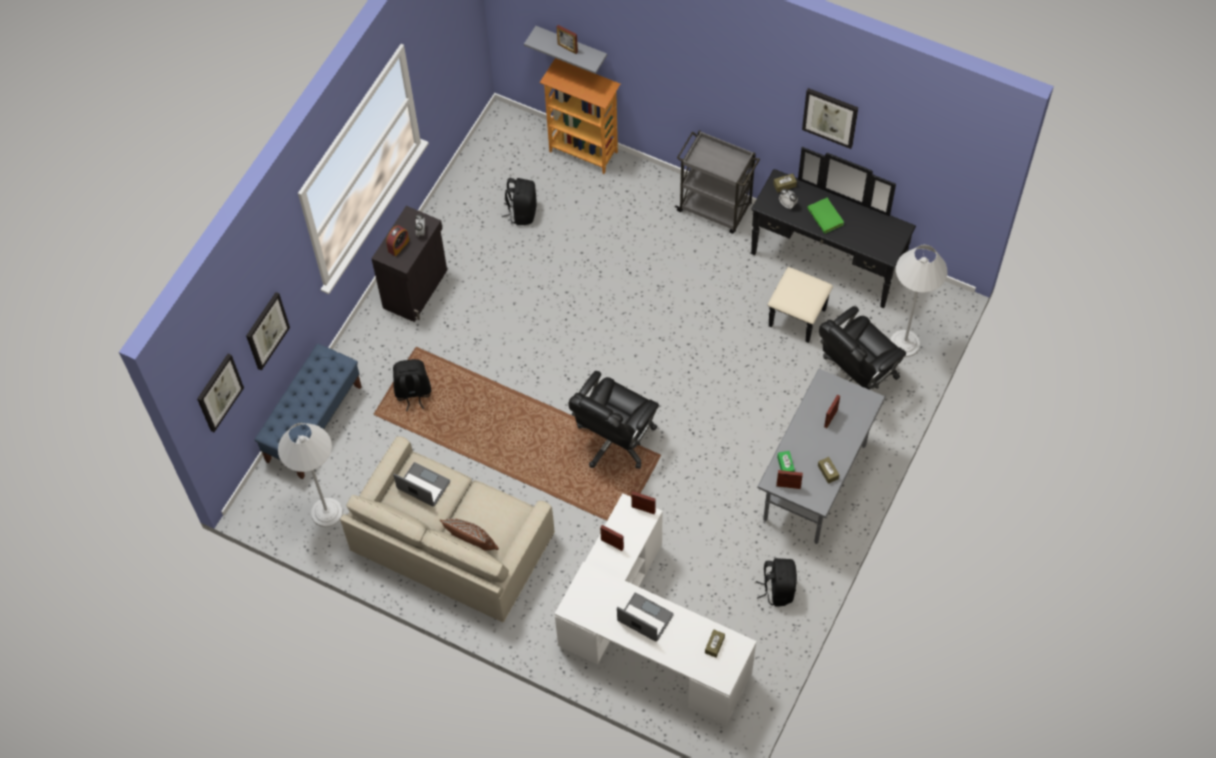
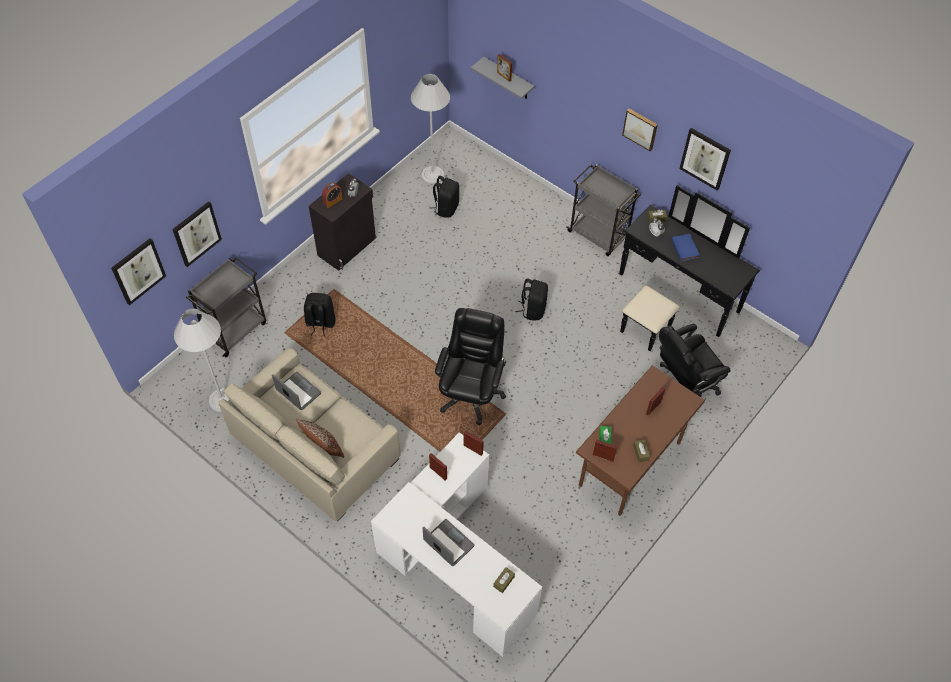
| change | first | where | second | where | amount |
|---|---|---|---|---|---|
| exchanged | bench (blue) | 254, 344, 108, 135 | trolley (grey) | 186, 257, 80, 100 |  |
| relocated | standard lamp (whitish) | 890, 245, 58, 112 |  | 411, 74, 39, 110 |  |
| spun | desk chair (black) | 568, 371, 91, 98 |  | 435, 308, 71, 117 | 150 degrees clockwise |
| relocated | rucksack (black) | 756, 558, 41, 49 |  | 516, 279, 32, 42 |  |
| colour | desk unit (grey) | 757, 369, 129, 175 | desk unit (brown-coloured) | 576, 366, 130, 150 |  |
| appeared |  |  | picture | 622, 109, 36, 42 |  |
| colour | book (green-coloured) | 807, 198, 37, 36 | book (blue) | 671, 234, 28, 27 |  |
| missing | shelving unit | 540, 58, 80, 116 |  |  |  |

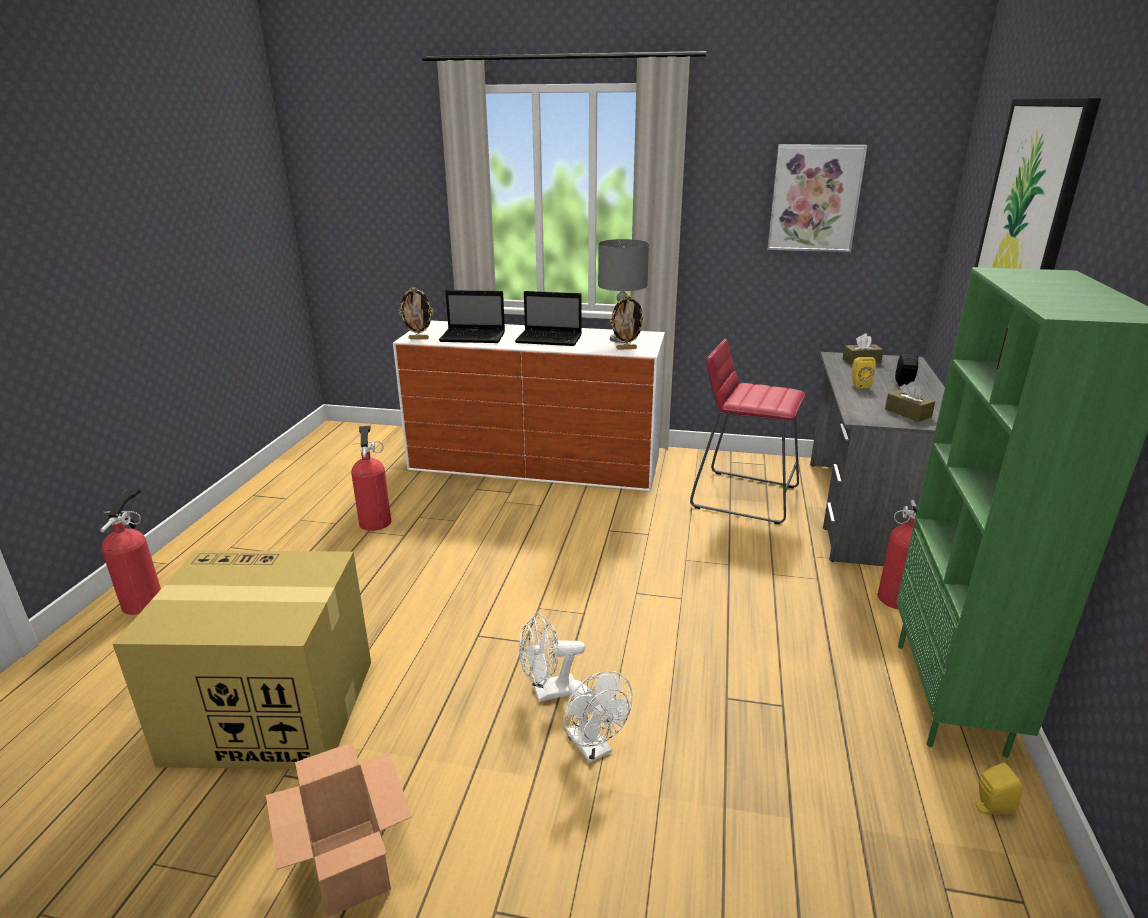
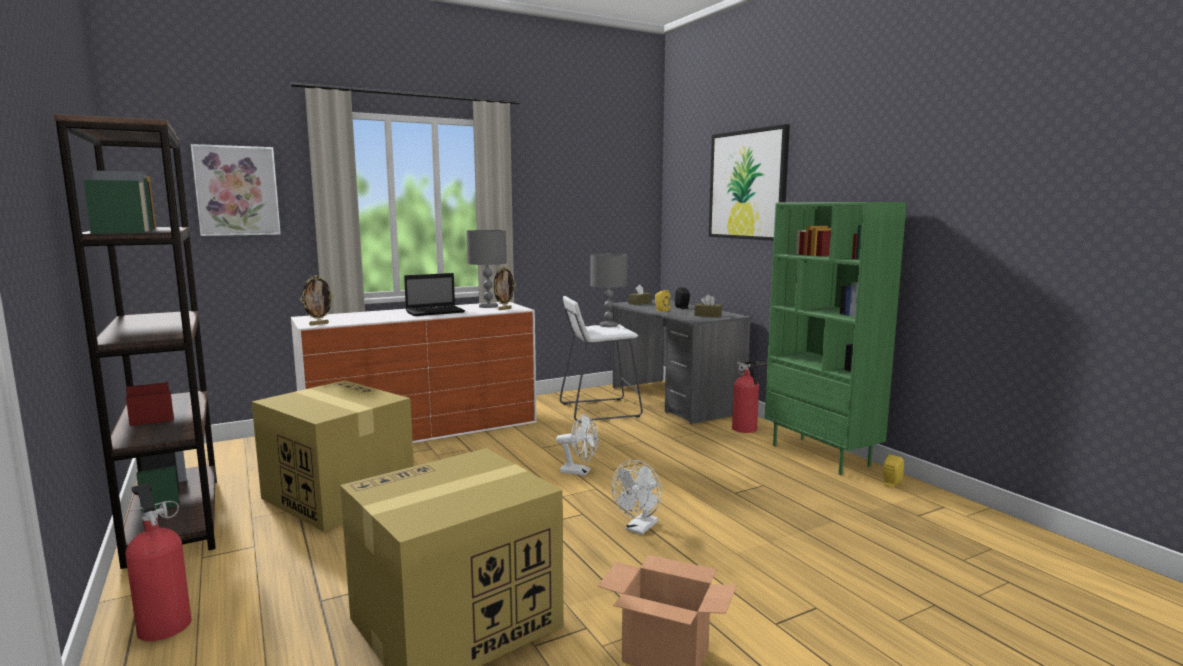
| change | first | where | second | where | amount |
|---|---|---|---|---|---|
| appeared |  |  | shelving unit (brown-coloured) | 54, 114, 163, 455 |  |
| relocated | picture | 767, 144, 100, 108 |  | 191, 144, 90, 92 |  |
| exchanged | fire extinguisher | 351, 426, 40, 105 | packing box | 252, 380, 162, 152 |  |
| relocated | electric fan (whitish) | 563, 671, 69, 92 |  | 556, 414, 42, 62 |  |
| colour | stool seat (red) | 690, 339, 115, 186 | stool seat (whitish) | 560, 296, 83, 127 |  |
| appeared |  |  | table lamp (grey) | 590, 253, 37, 74 |  |
| missing | laptop | 439, 290, 66, 53 |  |  |  |

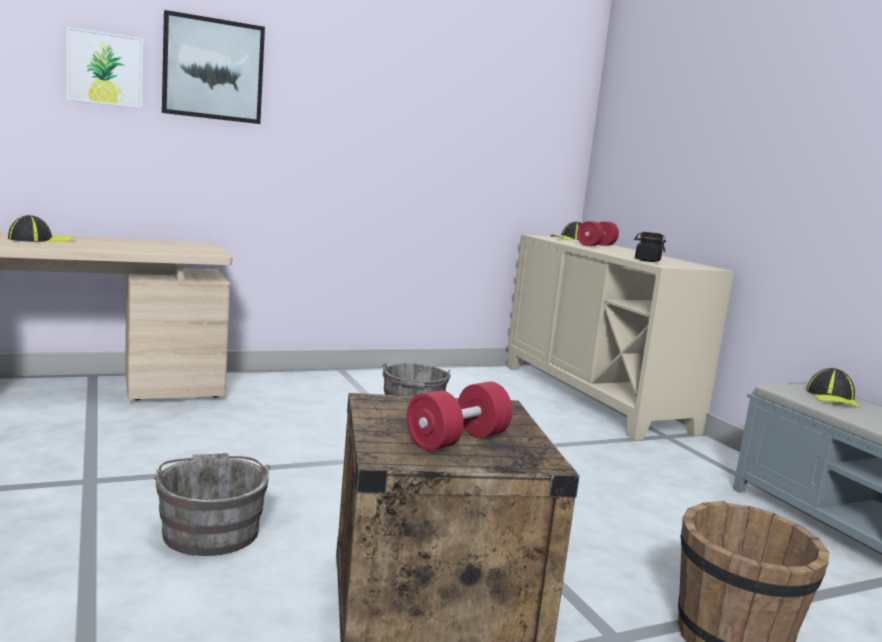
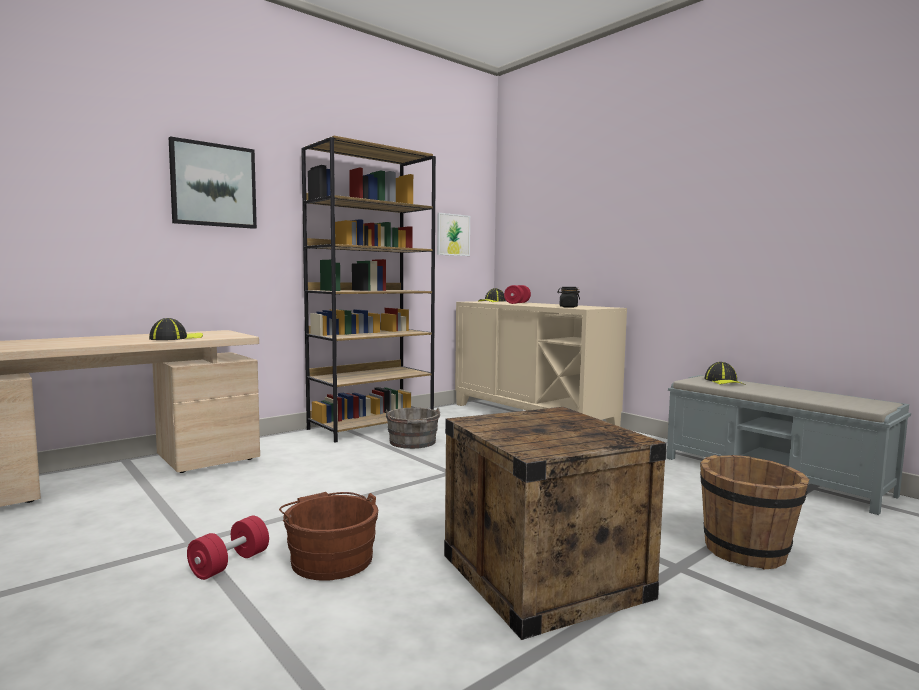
| change | first | where | second | where | amount |
|---|---|---|---|---|---|
| relocated | baseball cap | 8, 215, 66, 27 |  | 149, 318, 54, 22 |  |
| relocated | hand weight (red) | 407, 381, 105, 70 |  | 187, 516, 82, 64 |  |
| colour | bucket (grey) | 154, 453, 116, 103 | bucket (brown-coloured) | 279, 492, 99, 89 |  |
| appeared |  |  | shelving unit (brown-coloured) | 301, 136, 135, 306 |  |
| relocated | picture | 67, 27, 76, 82 |  | 437, 213, 33, 43 |  |

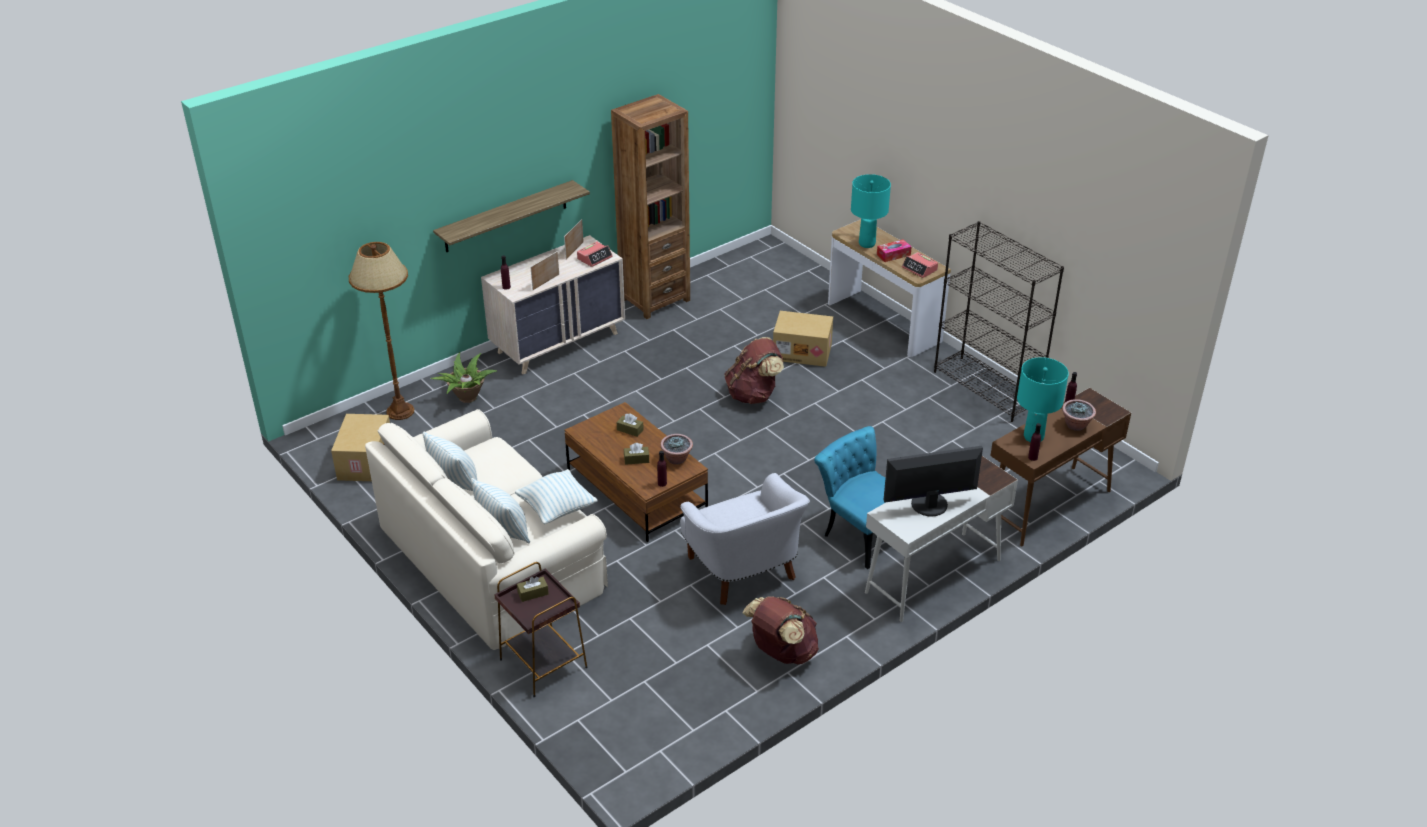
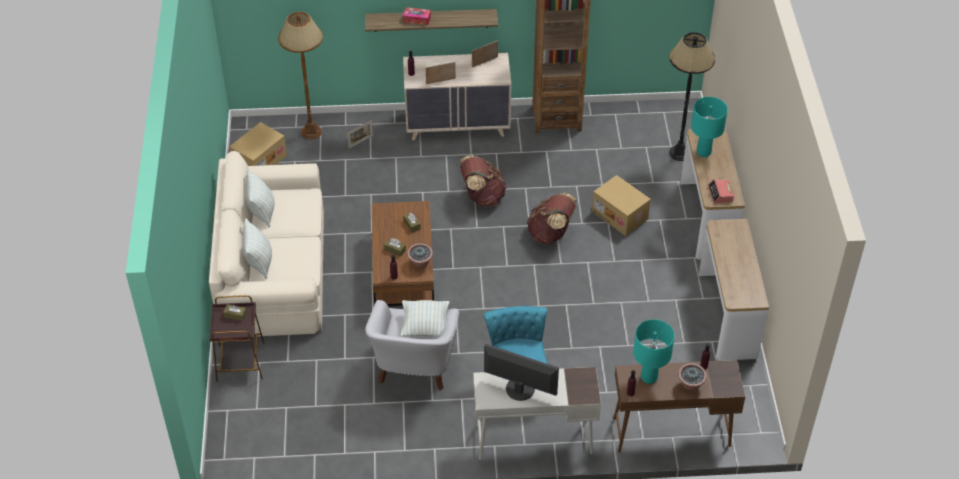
| change | first | where | second | where | amount |
|---|---|---|---|---|---|
| exchanged | houseplant | 430, 352, 67, 51 | standing frame | 347, 120, 26, 28 |  |
| relocated | throw pillow | 515, 469, 83, 55 |  | 401, 300, 49, 37 |  |
| relocated | tissue holder | 877, 239, 35, 23 |  | 403, 7, 28, 18 |  |
| relocated | rucksack (brown-coloured) | 742, 596, 77, 68 |  | 460, 155, 46, 52 |  |
| appeared |  |  | standard lamp (black) | 669, 32, 46, 129 |  |
| exchanged | shelving unit (black) | 934, 221, 130, 201 | narrow table | 699, 219, 70, 142 |  |
| missing | table clock | 577, 242, 36, 25 |  |  |  |

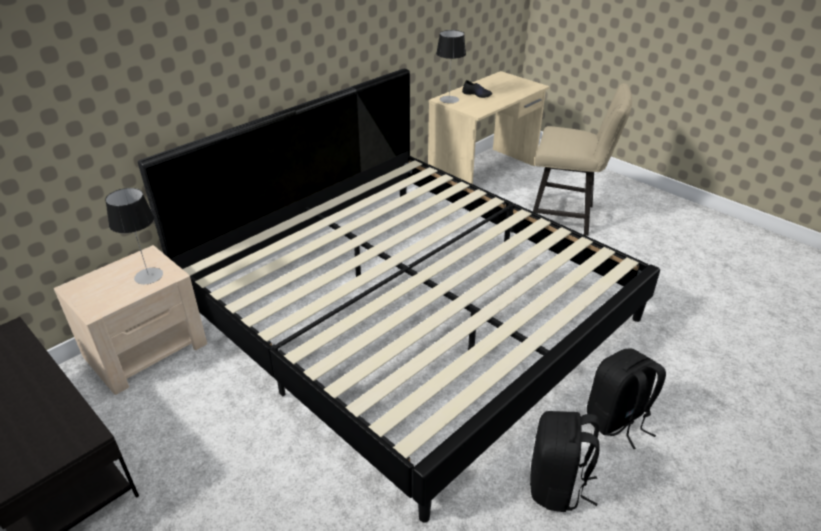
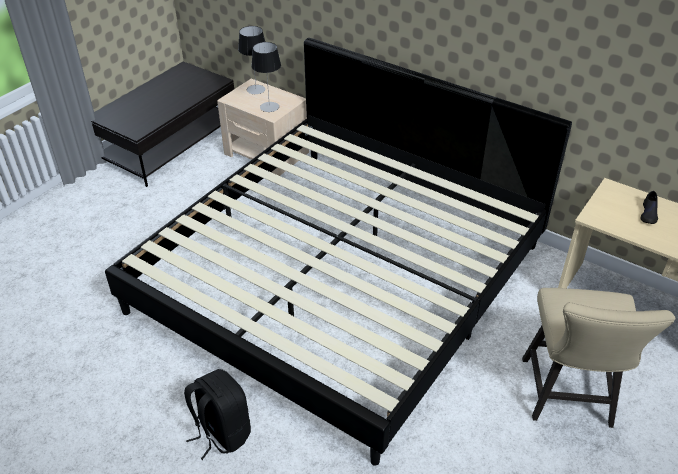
| change | first | where | second | where | amount |
|---|---|---|---|---|---|
| relocated | table lamp | 436, 30, 30, 73 |  | 238, 26, 27, 68 |  |
| missing | rucksack (black) | 530, 411, 70, 101 |  |  |  |

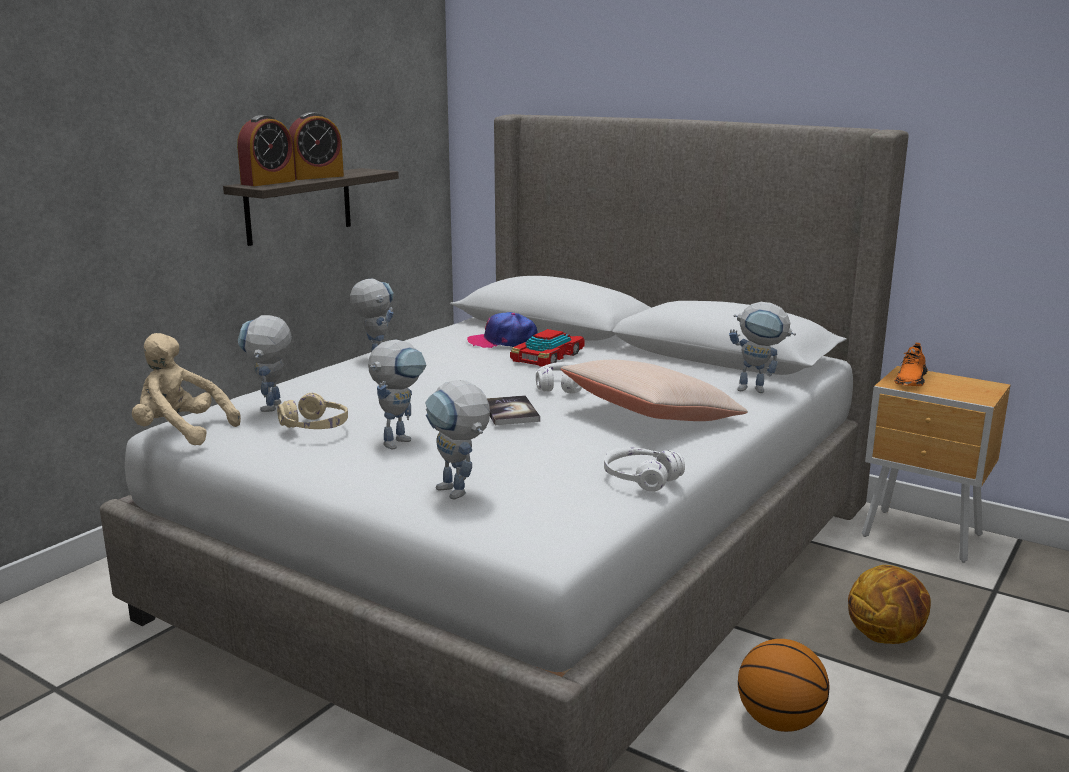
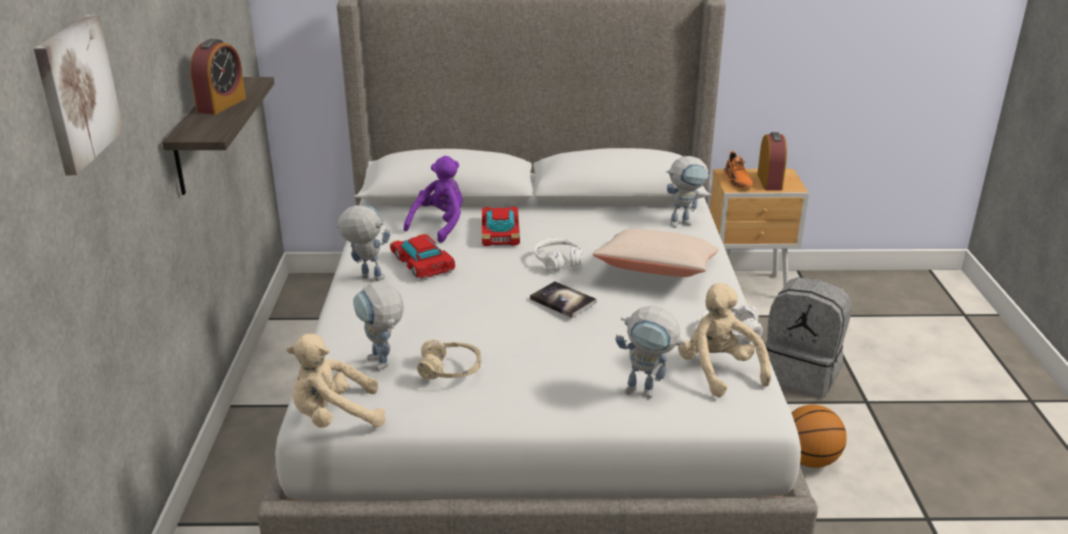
| change | first | where | second | where | amount |
|---|---|---|---|---|---|
| appeared |  |  | picture | 34, 15, 90, 160 |  |
| appeared |  |  | model car | 390, 233, 65, 47 |  |
| exchanged | baseball cap | 467, 312, 71, 36 | soft toy (purple-coloured) | 404, 156, 59, 87 |  |
| appeared |  |  | soft toy (beige-coloured) | 678, 283, 93, 114 |  |
| relocated | table clock | 237, 115, 58, 71 |  | 757, 132, 30, 59 |  |
| exchanged | basketball | 848, 565, 83, 79 | rucksack (grey) | 765, 277, 87, 121 |  |
| missing | model robot | 368, 340, 58, 110 |  |  |  |

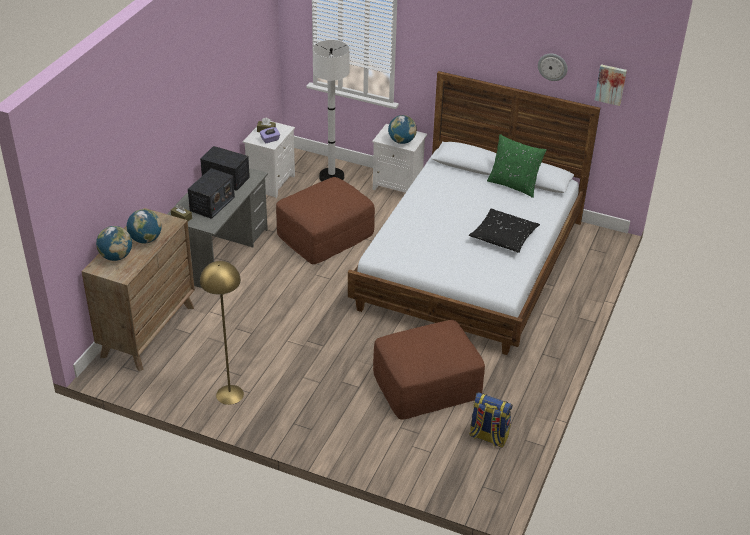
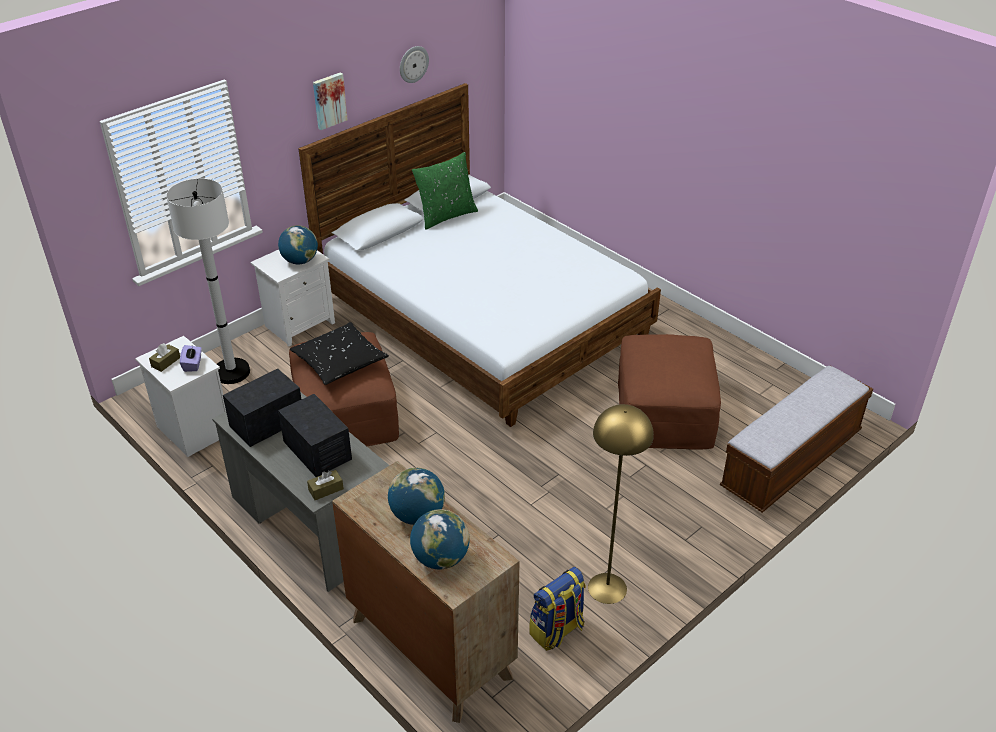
| change | first | where | second | where | amount |
|---|---|---|---|---|---|
| relocated | throw pillow (black) | 469, 209, 71, 44 |  | 290, 322, 99, 63 |  |
| relocated | picture | 595, 64, 32, 42 |  | 313, 73, 35, 57 |  |
| relocated | rucksack | 469, 392, 44, 56 |  | 529, 567, 57, 84 |  |
| appeared |  |  | bench | 720, 366, 153, 147 |  |

